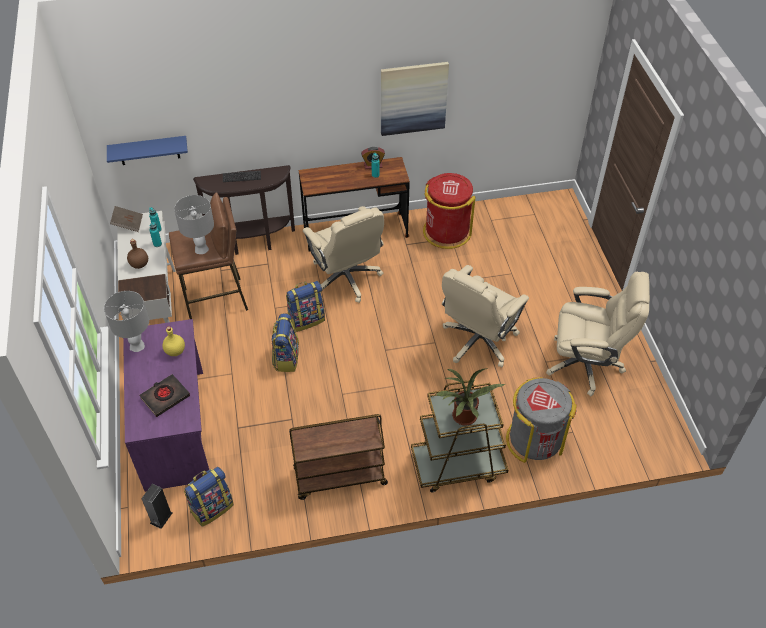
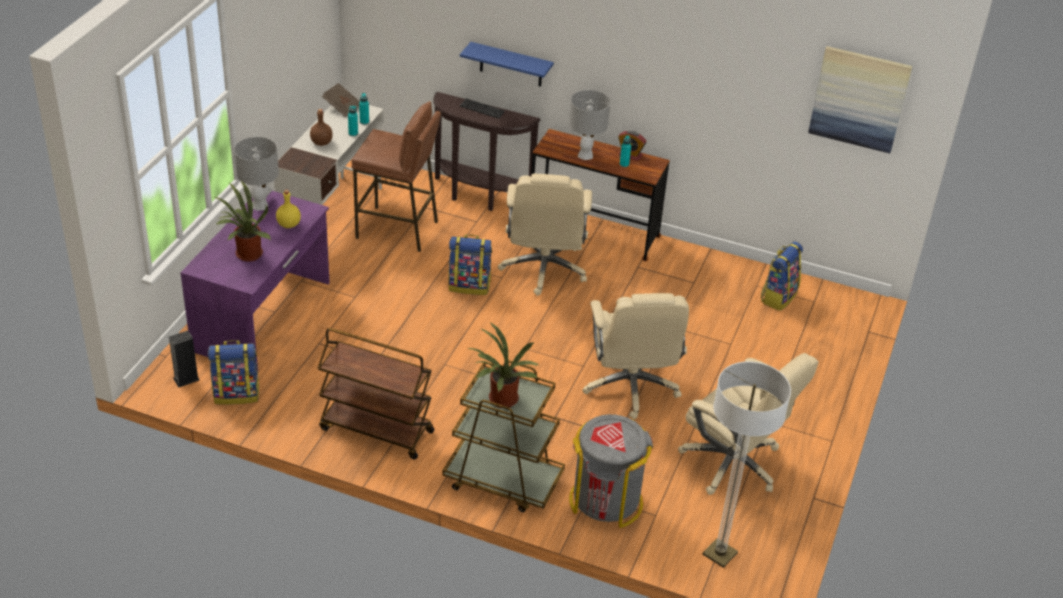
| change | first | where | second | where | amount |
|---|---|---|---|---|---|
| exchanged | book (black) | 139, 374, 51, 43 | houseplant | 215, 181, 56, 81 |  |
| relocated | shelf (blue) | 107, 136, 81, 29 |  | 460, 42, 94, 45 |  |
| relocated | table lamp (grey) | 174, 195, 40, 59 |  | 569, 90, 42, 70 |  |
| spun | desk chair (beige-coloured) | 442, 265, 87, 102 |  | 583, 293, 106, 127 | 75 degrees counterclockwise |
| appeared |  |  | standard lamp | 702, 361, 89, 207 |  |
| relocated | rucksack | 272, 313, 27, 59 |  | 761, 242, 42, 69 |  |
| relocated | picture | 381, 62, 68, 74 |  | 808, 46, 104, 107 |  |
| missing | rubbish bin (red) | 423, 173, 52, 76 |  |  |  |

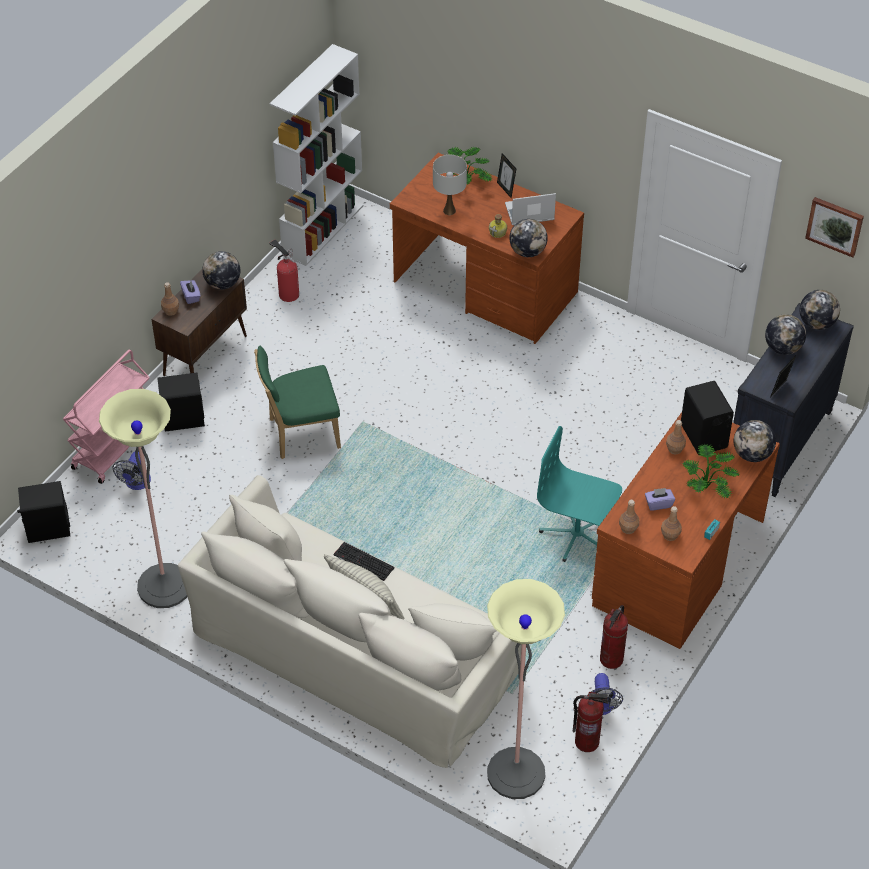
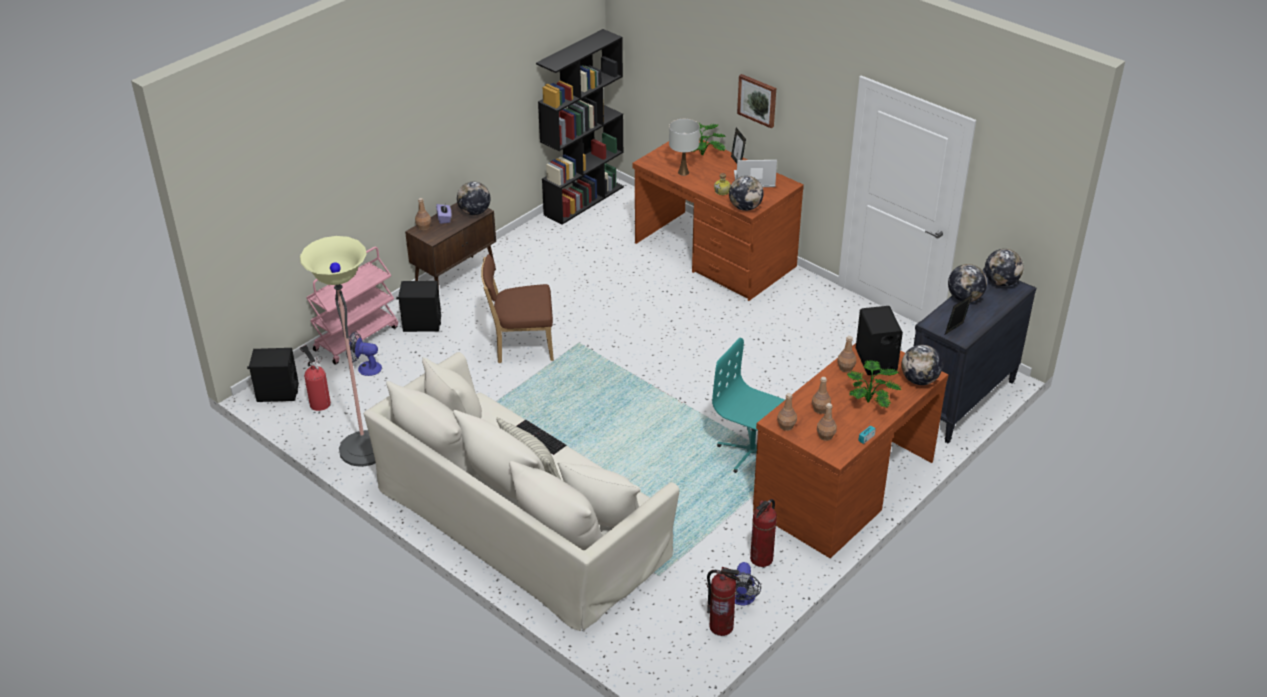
| change | first | where | second | where | amount |
|---|---|---|---|---|---|
| relocated | fire extinguisher | 269, 240, 30, 62 |  | 300, 345, 31, 66 |  |
| spun | electric fan | 113, 451, 38, 39 |  | 346, 331, 36, 45 | 75 degrees clockwise |
| colour | plain chair (green-coloured) | 254, 346, 87, 113 | plain chair (brown-coloured) | 481, 254, 73, 109 |  |
| colour | shelving unit (whitish) | 270, 44, 94, 222 | shelving unit (black) | 536, 29, 88, 196 |  |
| relocated | picture | 805, 197, 59, 60 |  | 737, 74, 39, 54 |  |
| exchanged | tissue holder (purple-coloured) | 645, 488, 30, 23 | beverage bottle (brown-coloured) | 812, 377, 19, 37 |  |
| missing | standard lamp | 487, 579, 78, 220 |  |  |  |

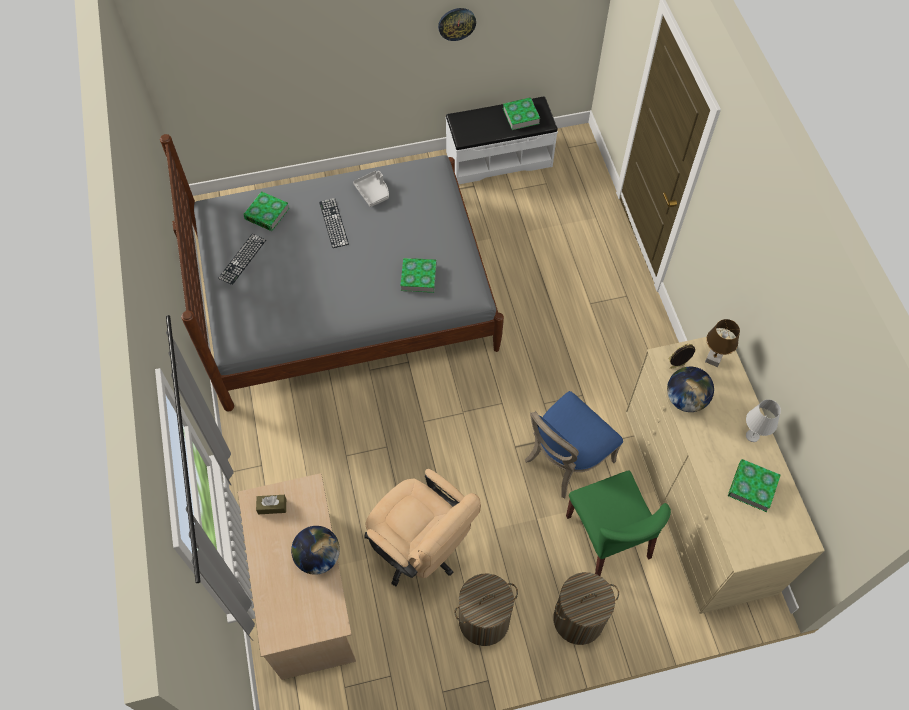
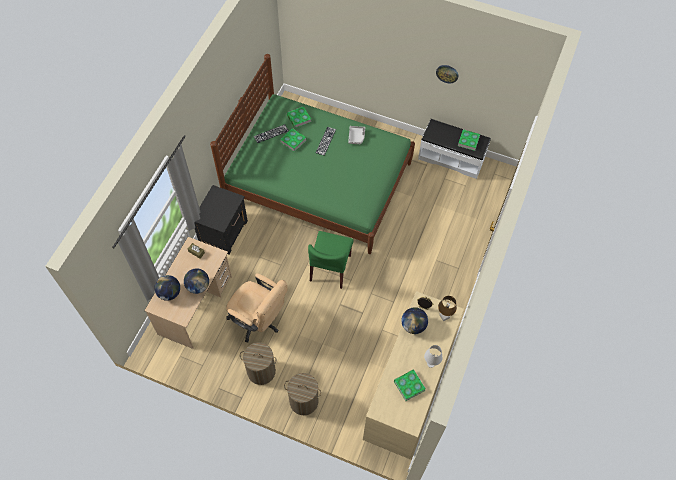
| change | first | where | second | where | amount |
|---|---|---|---|---|---|
| appeared |  |  | world globe | 154, 275, 26, 26 |  |
| appeared |  |  | bedside table (black) | 194, 185, 54, 70 |  |
| colour | sleeping bed (grey) | 160, 134, 344, 278 | sleeping bed (green-coloured) | 210, 54, 205, 200 |  |
| spun | desk chair (beige-coloured) | 364, 469, 117, 118 |  | 226, 273, 61, 69 | 45 degrees counterclockwise |
| relocated | book | 400, 258, 36, 35 |  | 280, 128, 27, 24 |  |
| relocated | plain chair (green-coloured) | 566, 471, 105, 105 |  | 308, 231, 46, 58 |  |
| missing | plain chair (blue) | 525, 391, 98, 107 |  |  |  |

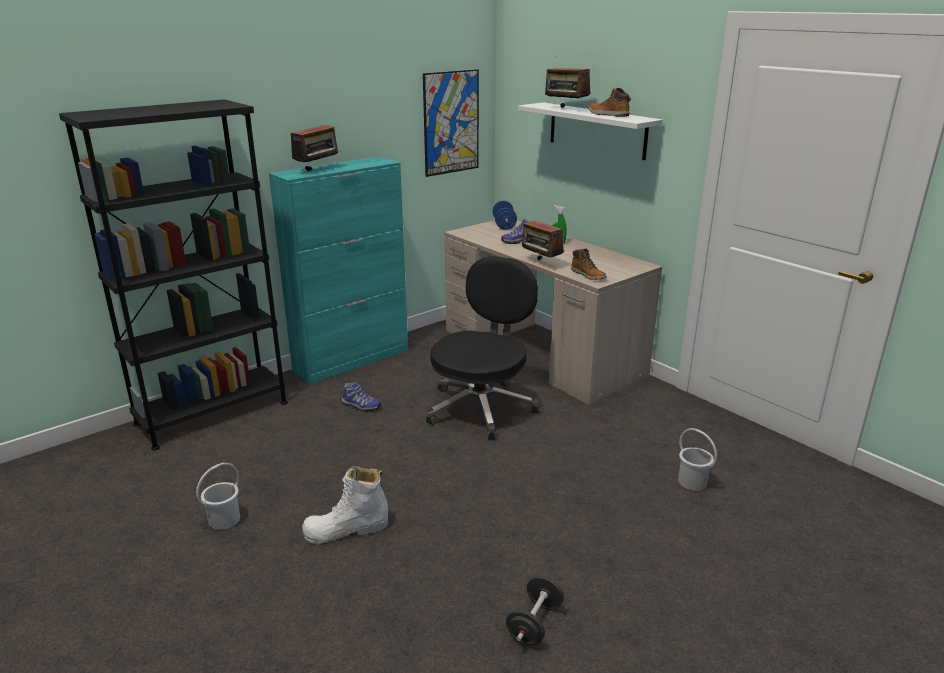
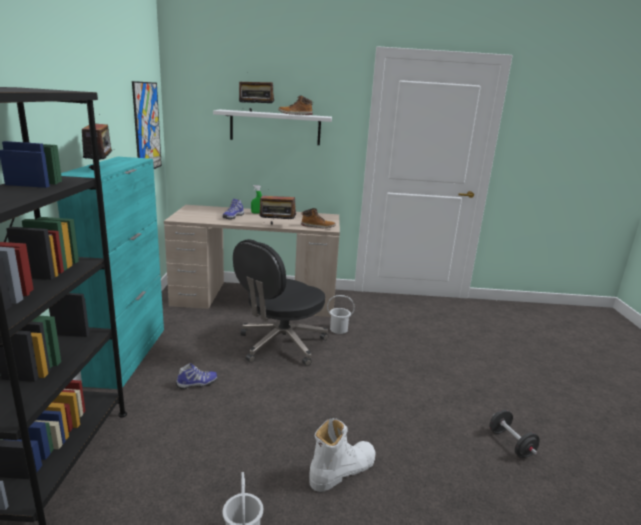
| change | first | where | second | where | amount |
|---|---|---|---|---|---|
| spun | desk chair (black) | 426, 256, 113, 184 |  | 233, 239, 95, 127 | 120 degrees counterclockwise |
| spun | tall boot (whitish) | 302, 466, 86, 78 |  | 309, 418, 66, 74 | 150 degrees counterclockwise |
| relocated | bucket (whitish) | 678, 428, 39, 63 |  | 327, 295, 28, 39 |  |
| missing | hand weight (blue) | 493, 201, 24, 29 |  |  |  |

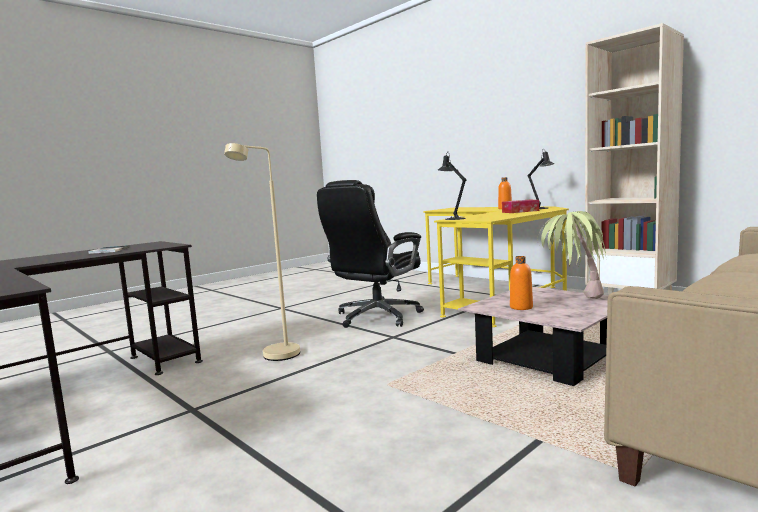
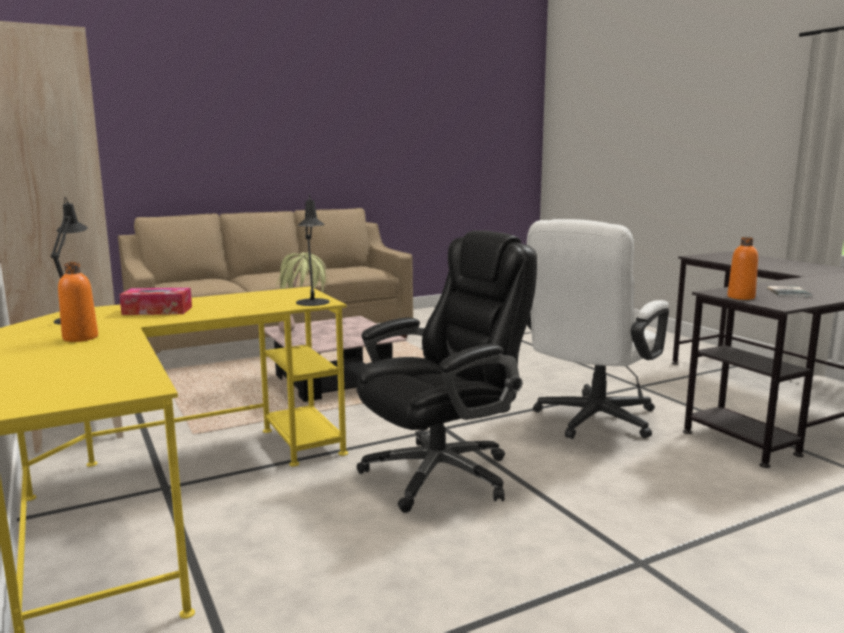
| change | first | where | second | where | amount |
|---|---|---|---|---|---|
| exchanged | standard lamp (beige-coloured) | 224, 143, 76, 218 | desk chair (whitish) | 527, 219, 142, 220 |  |
| relocated | beverage bottle (orange-coloured) | 510, 256, 23, 54 |  | 727, 237, 31, 63 |  |

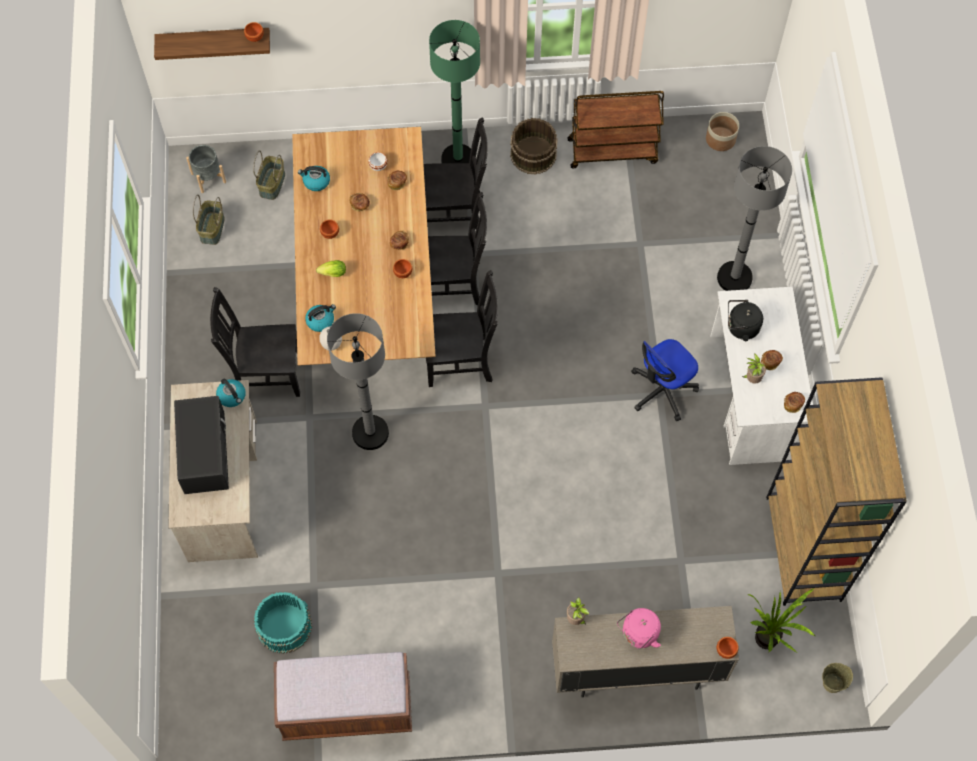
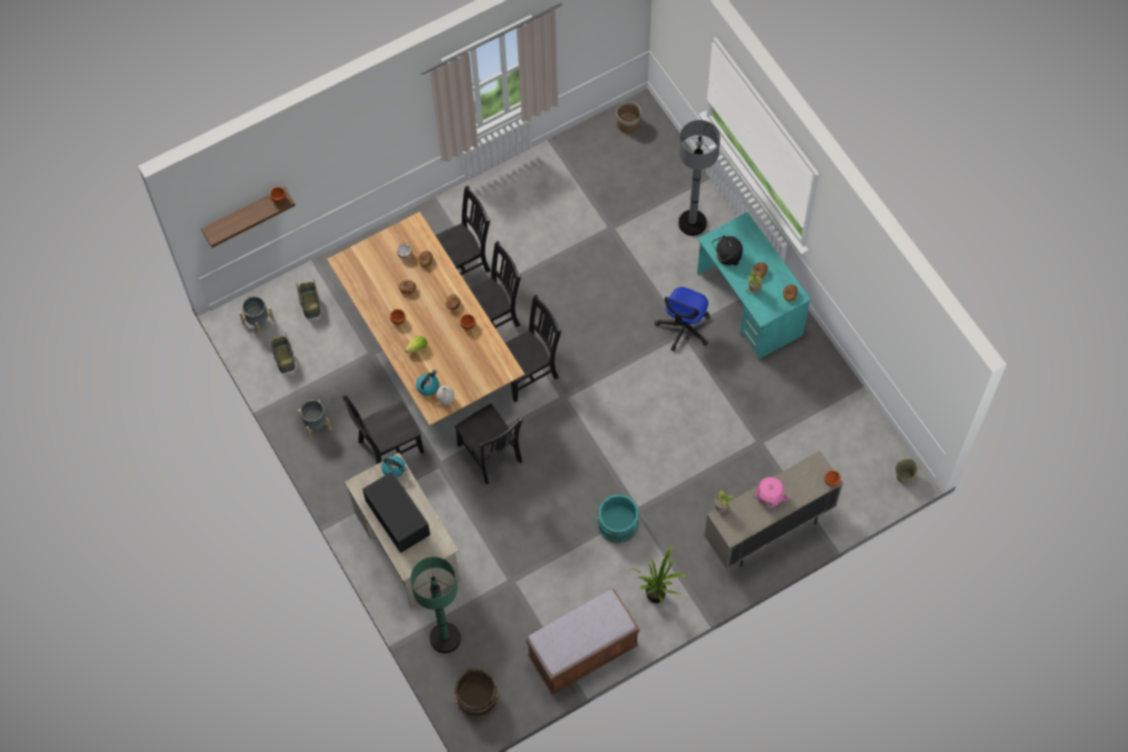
| change | first | where | second | where | amount |
|---|---|---|---|---|---|
| appeared |  |  | flower pot (grey) | 298, 400, 33, 39 |  |
| relocated | standard lamp (green-coloured) | 429, 20, 51, 143 |  | 410, 557, 51, 96 |  |
| relocated | bucket (brown-coloured) | 510, 118, 48, 57 |  | 454, 668, 45, 50 |  |
| exchanged | standard lamp (grey) | 327, 313, 62, 137 | plain chair (black) | 455, 404, 68, 80 |  |
| relocated | bucket (turquoise) | 254, 592, 58, 62 |  | 597, 494, 43, 49 |  |
| relocated | houseplant | 748, 588, 68, 65 |  | 630, 544, 59, 59 |  |
| colour | desk unit (whitish) | 710, 287, 103, 178 | desk unit (turquoise) | 697, 212, 114, 148 |  |
| missing | kettle | 298, 166, 32, 25 |  |  |  |
| missing | trolley (brown-coloured) | 568, 91, 96, 78 |  |  |  |
| missing | shelving unit (brown-coloured) | 766, 377, 141, 229 |  |  |  |

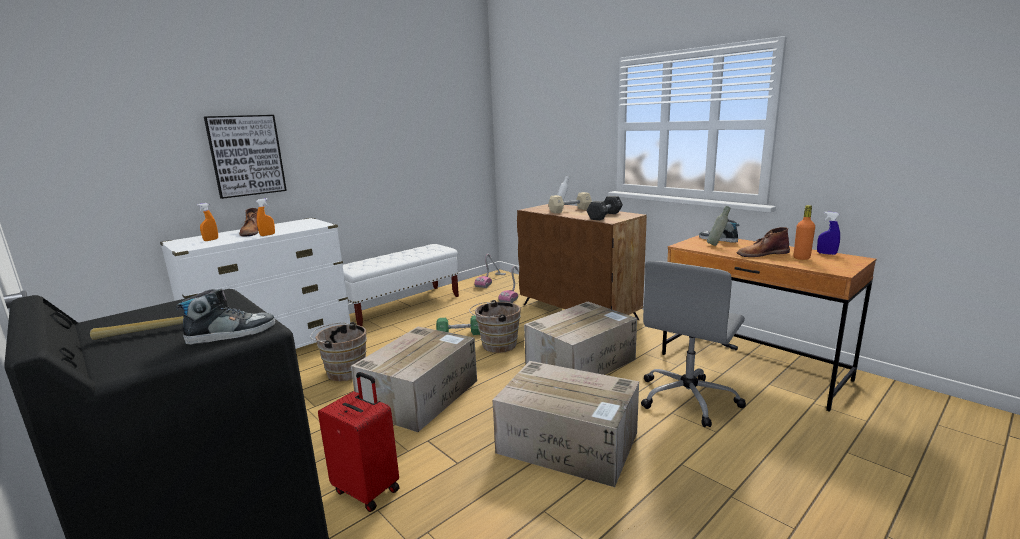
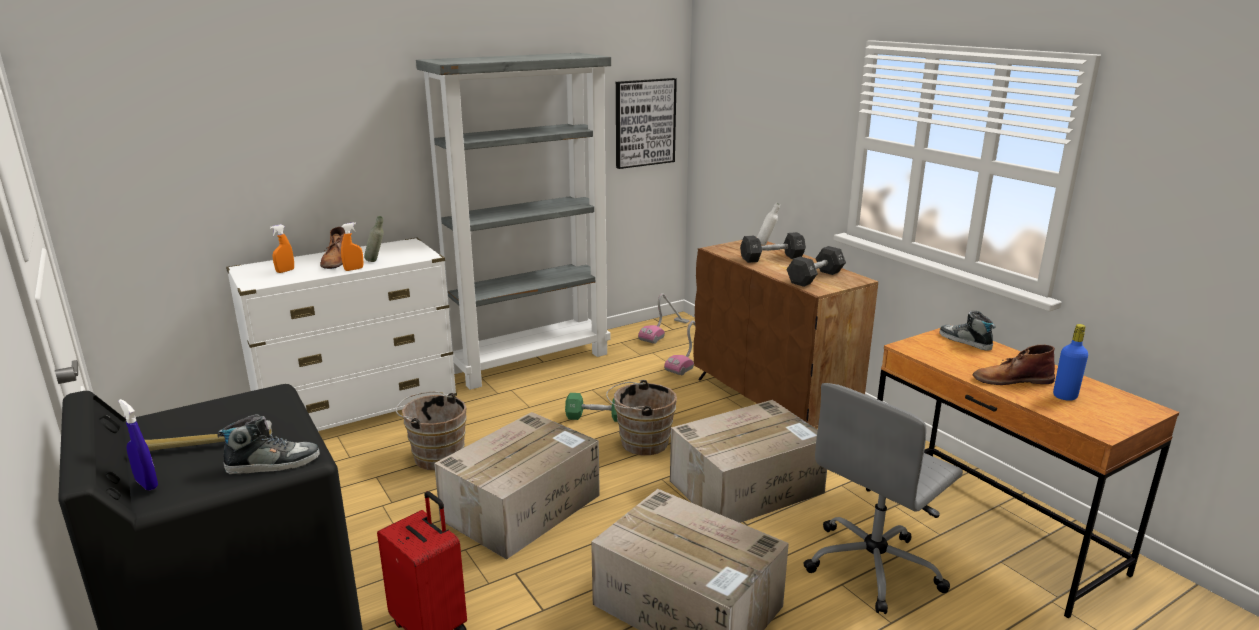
| change | first | where | second | where | amount |
|---|---|---|---|---|---|
| relocated | sprayer (blue) | 817, 212, 23, 43 |  | 118, 399, 40, 91 |  |
| relocated | beverage bottle (grey) | 707, 206, 23, 40 |  | 364, 216, 20, 46 |  |
| exchanged | bench (whitish) | 343, 244, 116, 82 | shelving unit (grey) | 416, 53, 195, 337 |  |
| relocated | picture | 204, 115, 83, 84 |  | 616, 78, 61, 91 |  |
| colour | hand weight (beige-coloured) | 548, 192, 44, 22 | hand weight (black) | 740, 232, 66, 31 |  |
| colour | beverage bottle (orange-coloured) | 793, 205, 22, 55 | beverage bottle (blue) | 1053, 324, 35, 77 |  |

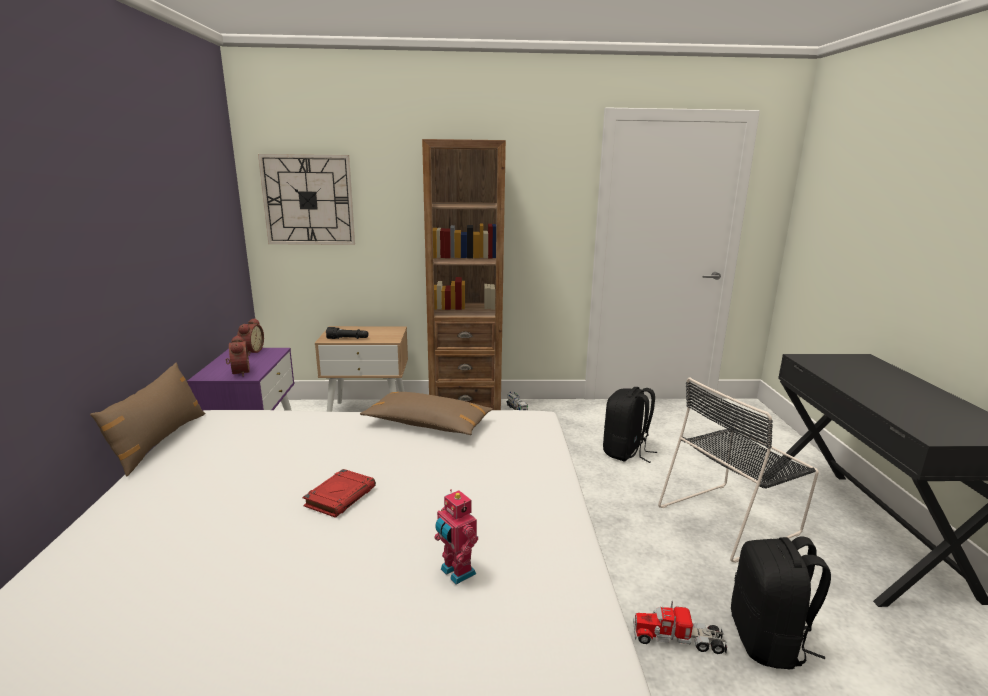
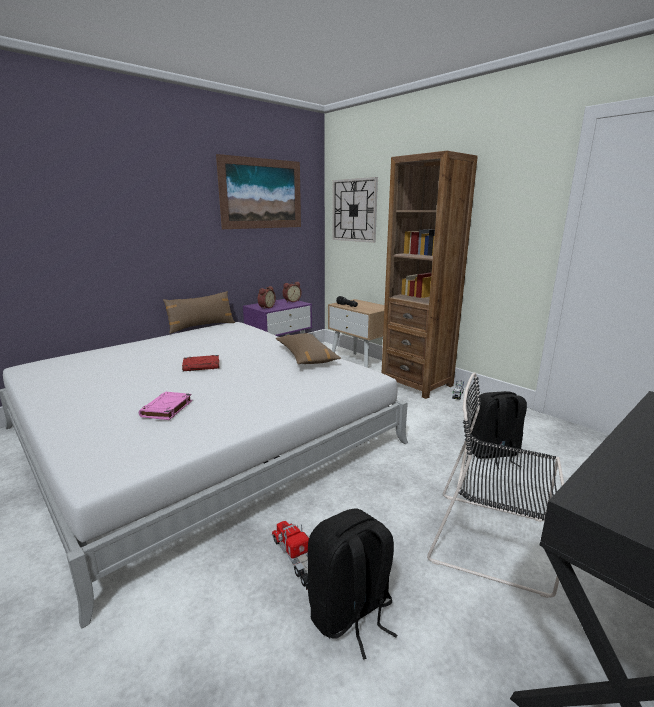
| change | first | where | second | where | amount |
|---|---|---|---|---|---|
| exchanged | model robot | 434, 489, 44, 96 | book (pink-coloured) | 139, 392, 53, 28 |  |
| appeared |  |  | picture | 216, 154, 85, 75 |  |

